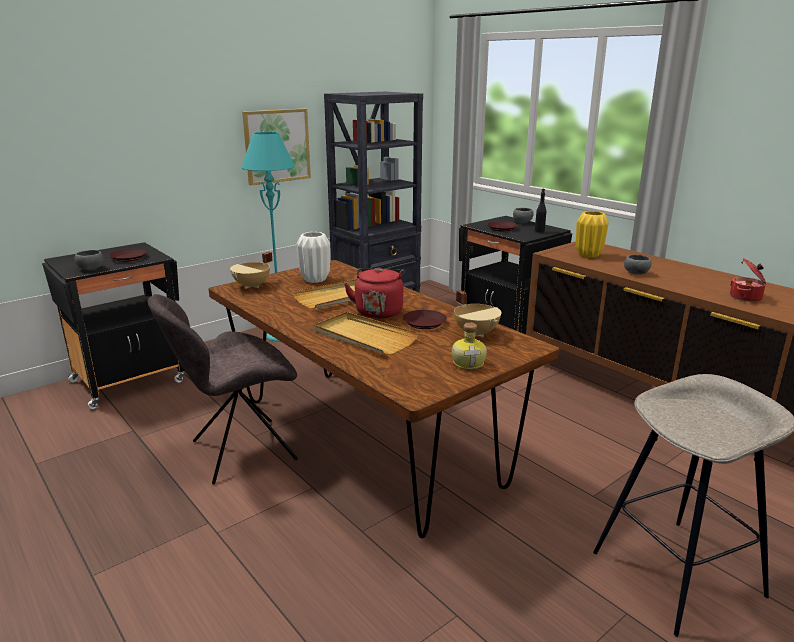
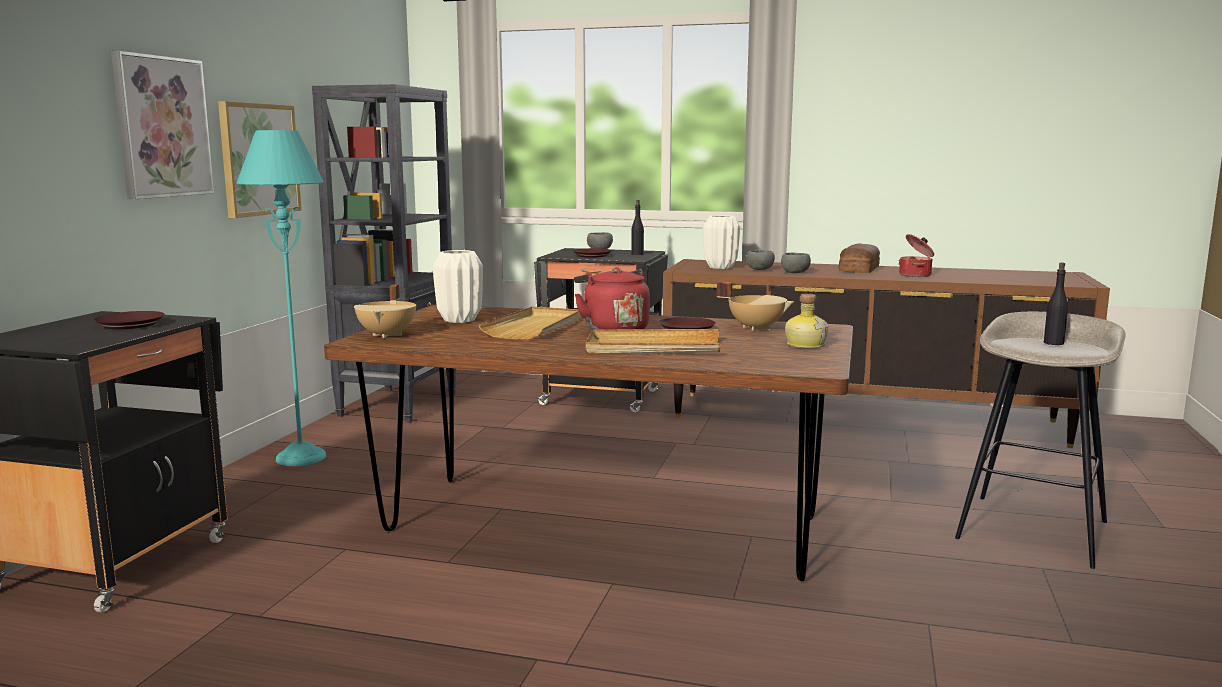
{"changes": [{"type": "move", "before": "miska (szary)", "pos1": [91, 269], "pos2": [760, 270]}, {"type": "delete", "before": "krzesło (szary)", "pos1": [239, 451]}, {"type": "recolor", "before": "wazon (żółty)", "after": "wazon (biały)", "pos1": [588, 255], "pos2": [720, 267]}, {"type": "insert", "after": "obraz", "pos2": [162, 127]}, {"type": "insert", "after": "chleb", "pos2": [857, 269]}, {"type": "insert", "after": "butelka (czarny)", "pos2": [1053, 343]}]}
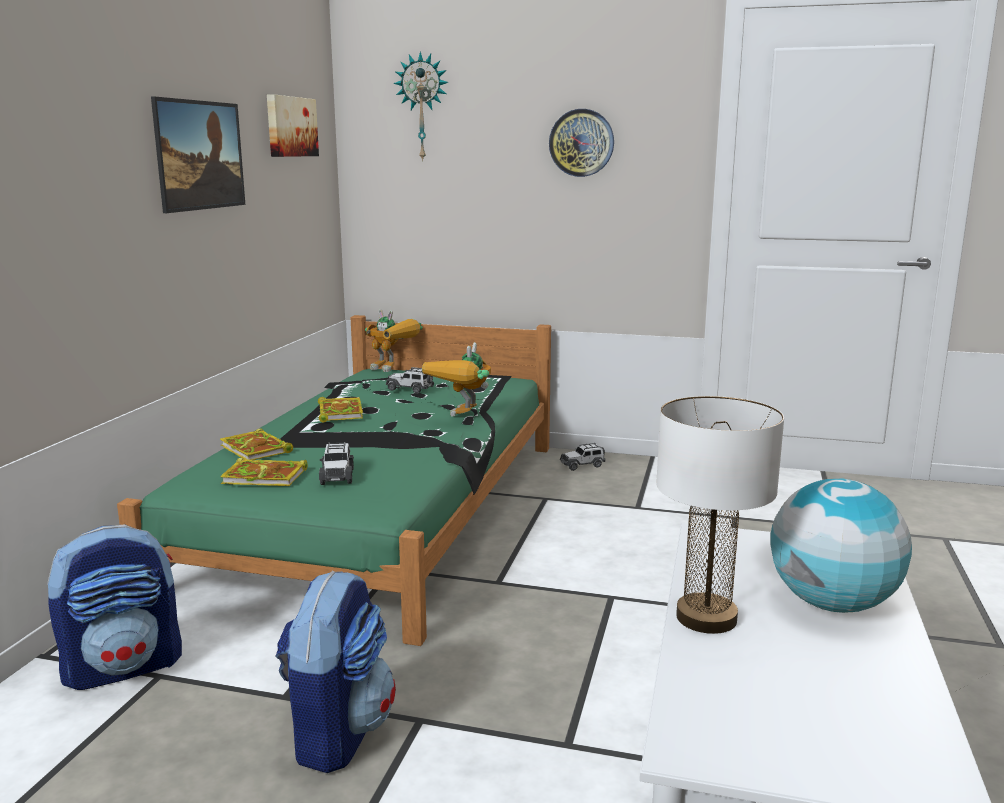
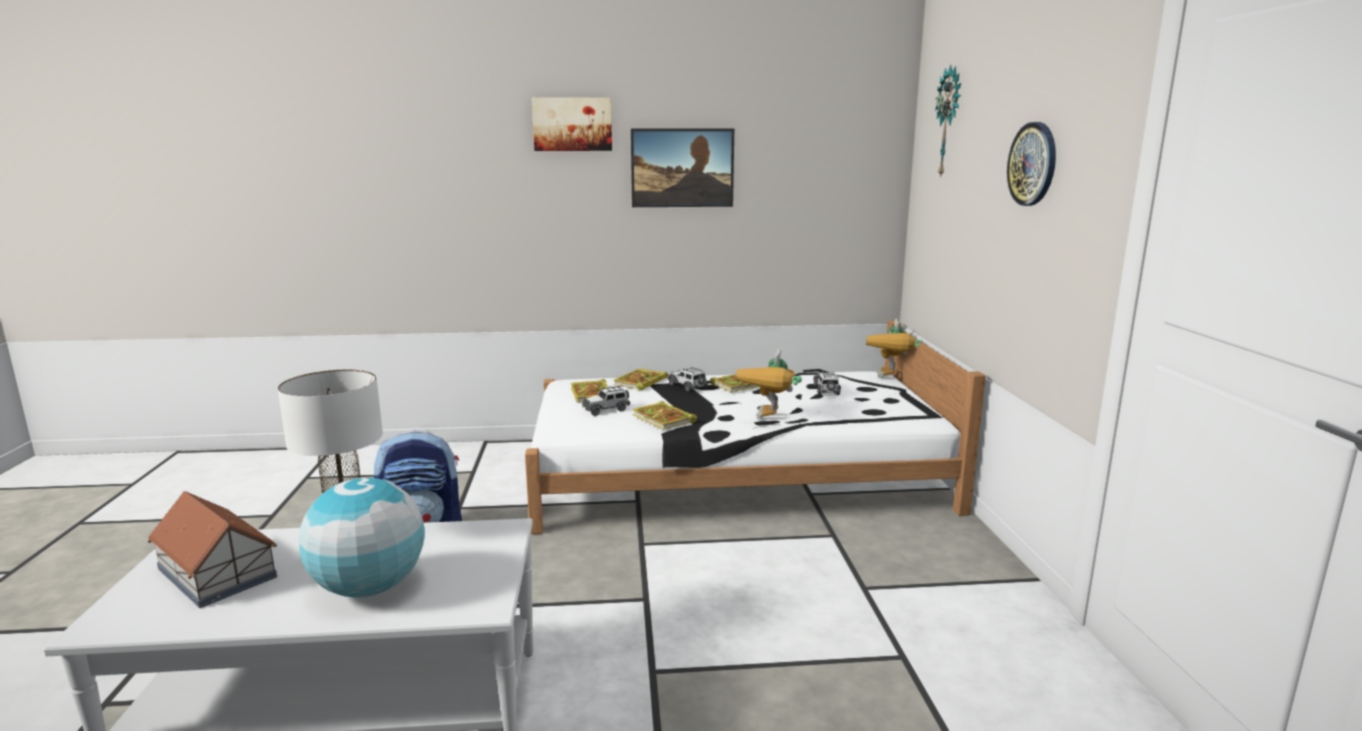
{"changes": [{"type": "delete", "before": "plecak", "pos1": [124, 667]}, {"type": "recolor", "before": "łóżko (zielony)", "after": "łóżko (biały)", "pos1": [382, 510], "pos2": [736, 475]}, {"type": "move", "before": "obraz", "pos1": [290, 127], "pos2": [572, 124]}, {"type": "rotate", "before": "robot zabawkowy", "pos1": [464, 417], "pos2": [771, 419], "turn": -75}, {"type": "move", "before": "samochodzik", "pos1": [582, 465], "pos2": [688, 386]}, {"type": "insert", "after": "domek", "pos2": [217, 572]}, {"type": "insert", "after": "książka", "pos2": [664, 419]}]}
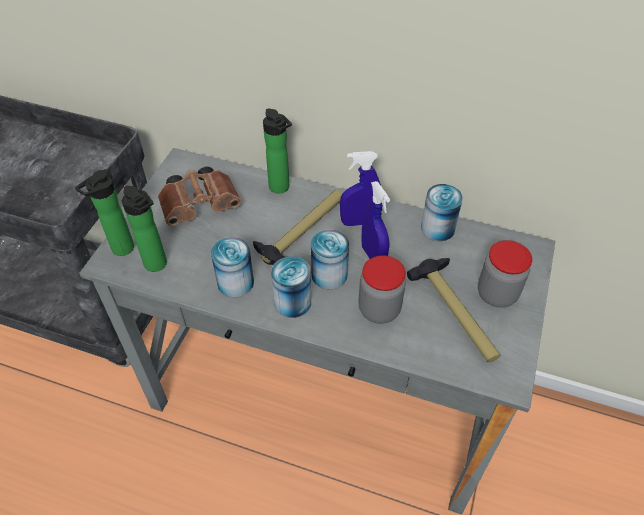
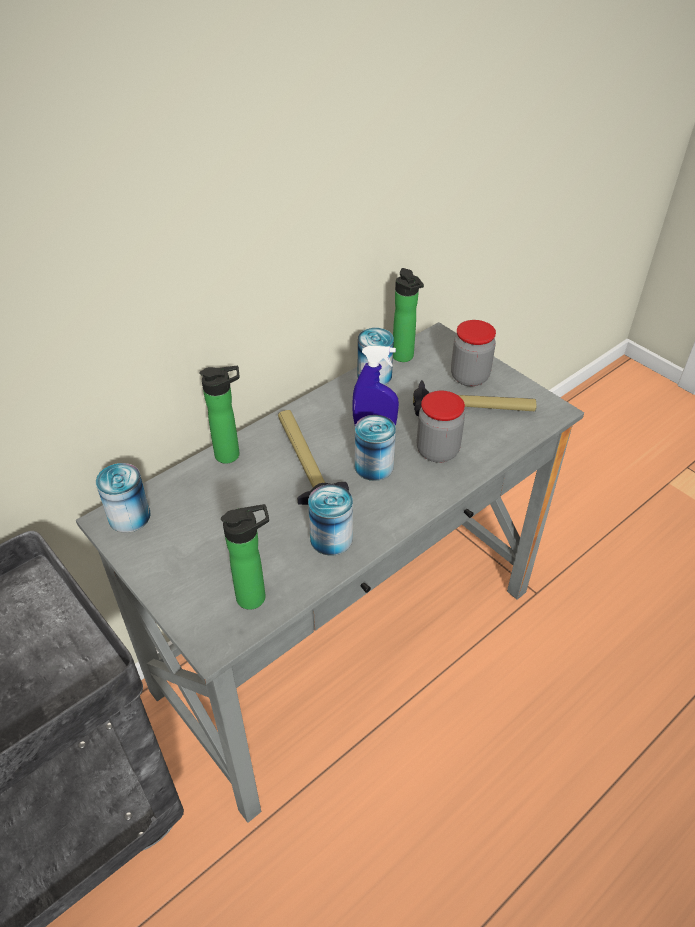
{"changes": [{"type": "move", "before": "butelka", "pos1": [120, 250], "pos2": [404, 358]}, {"type": "delete", "before": "lornetka (brązowy)", "pos1": [202, 205]}, {"type": "move", "before": "puszka", "pos1": [292, 302], "pos2": [129, 516]}, {"type": "delete", "before": "spryskiwacz (niebieski)", "pos1": [359, 222]}]}
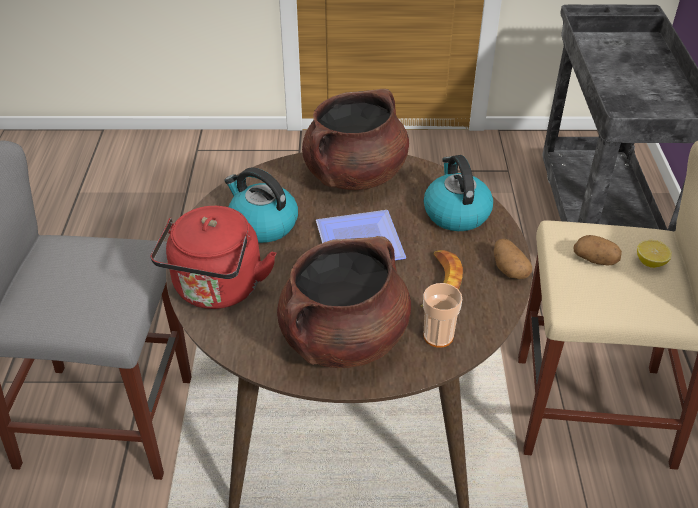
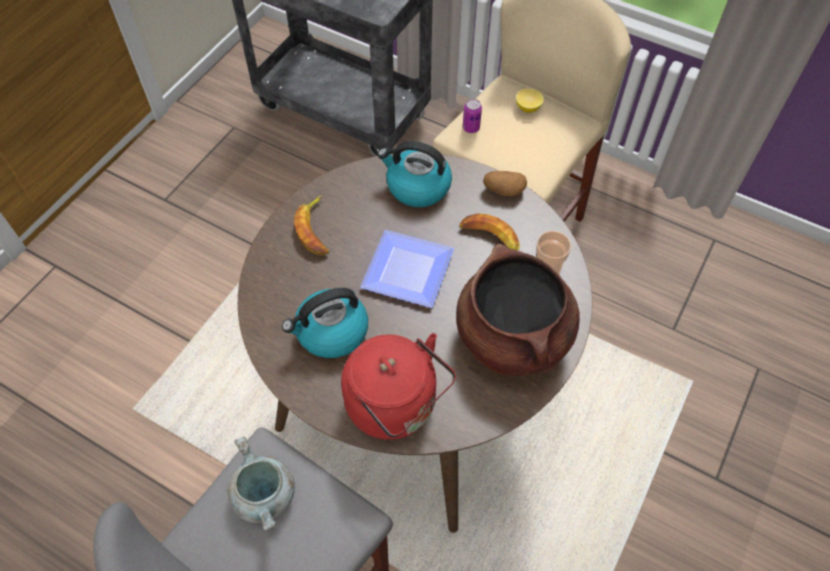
{"changes": [{"type": "replace", "before": "garnek (brązowy)", "after": "banan", "pos1": [355, 175], "pos2": [315, 230]}, {"type": "delete", "before": "ziemniak", "pos1": [595, 260]}, {"type": "insert", "after": "garnek (szary)", "pos2": [266, 496]}, {"type": "insert", "after": "puszka", "pos2": [471, 128]}]}
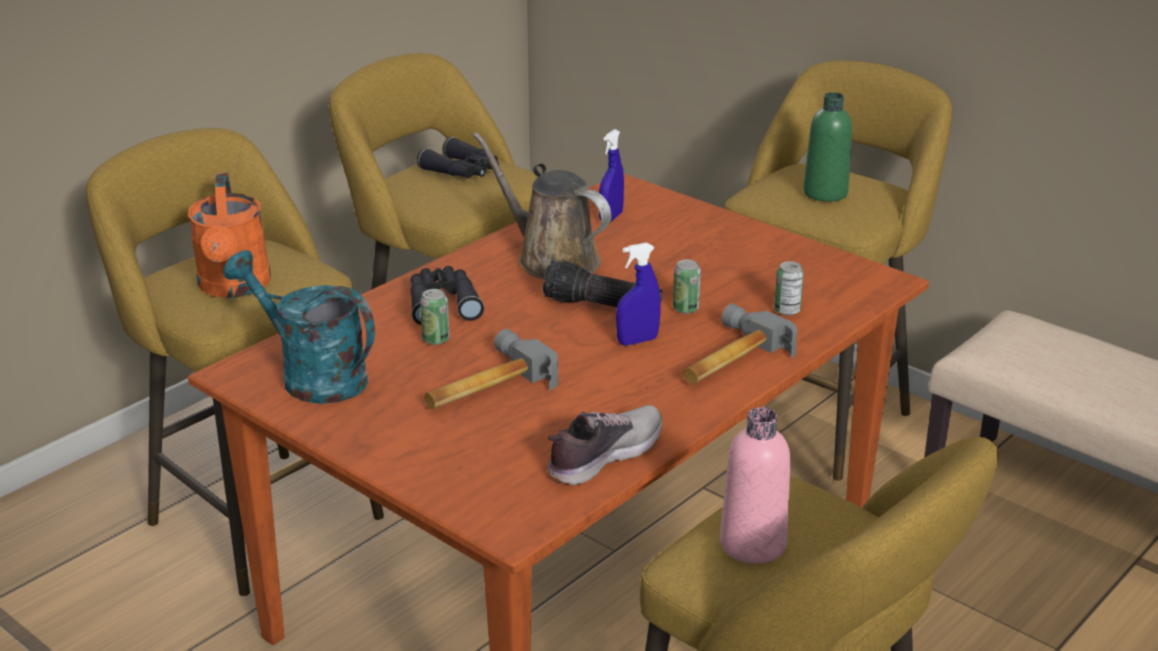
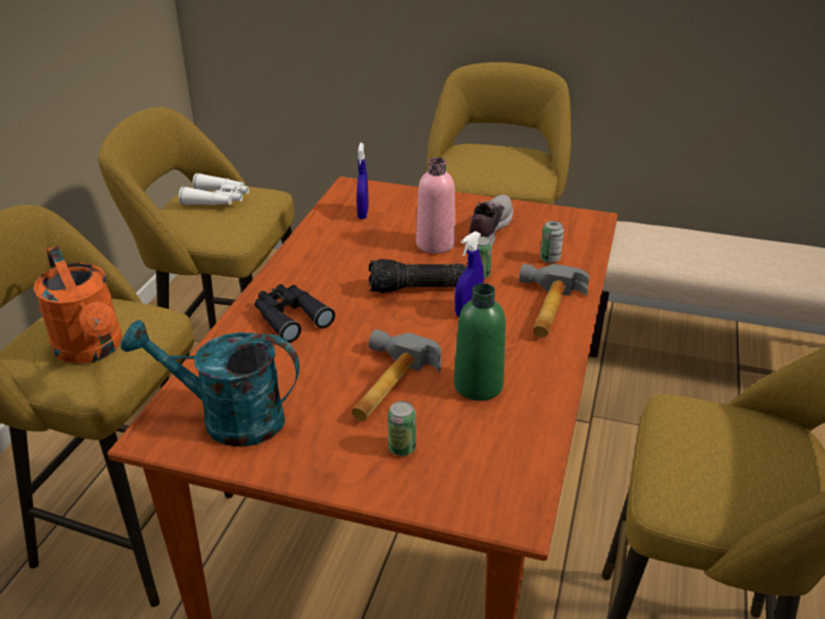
{"changes": [{"type": "recolor", "before": "lornetka (czarny)", "after": "lornetka (biały)", "pos1": [463, 171], "pos2": [218, 199]}, {"type": "move", "before": "puszka", "pos1": [436, 339], "pos2": [402, 448]}, {"type": "delete", "before": "konewka (brązowy)", "pos1": [552, 259]}, {"type": "move", "before": "but", "pos1": [602, 456], "pos2": [488, 229]}, {"type": "move", "before": "butelka (różowy)", "pos1": [753, 544], "pos2": [435, 244]}, {"type": "move", "before": "butelka (zielony)", "pos1": [825, 193], "pos2": [478, 385]}]}
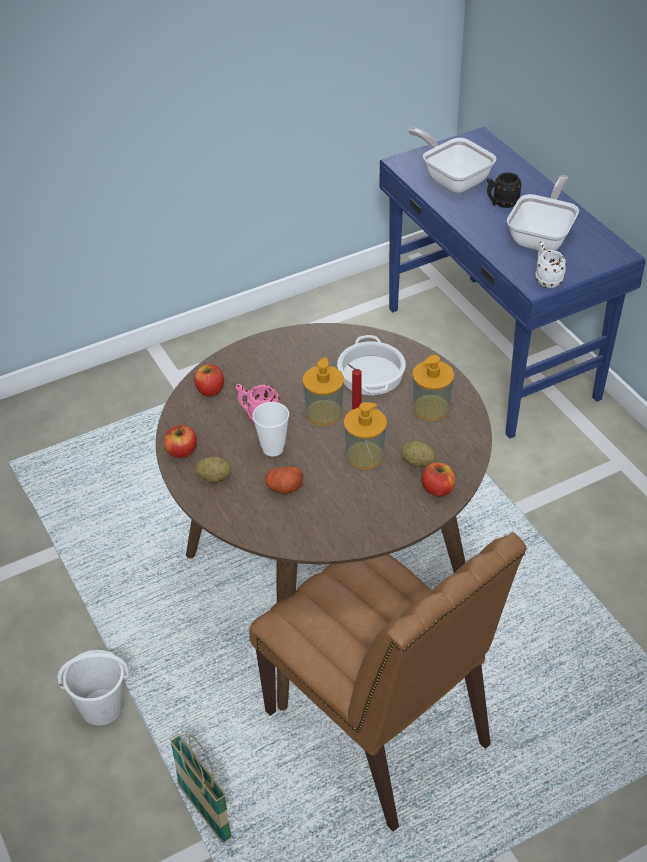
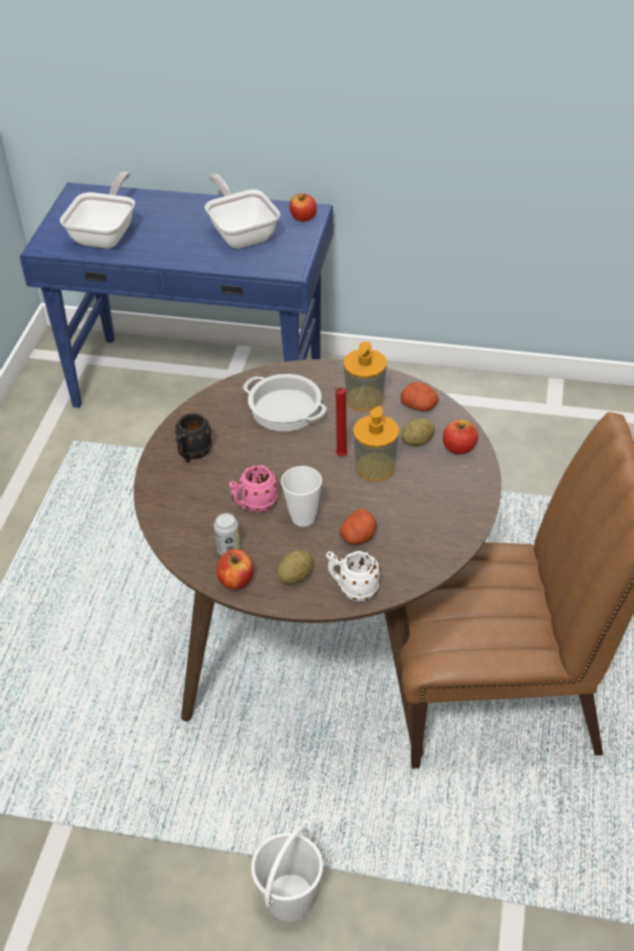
{"changes": [{"type": "delete", "before": "koszyk", "pos1": [205, 812]}, {"type": "move", "before": "jabłko", "pos1": [210, 390], "pos2": [303, 218]}, {"type": "delete", "before": "dozownik mydła", "pos1": [324, 413]}, {"type": "rotate", "before": "patelnia", "pos1": [452, 179], "pos2": [106, 234], "turn": 105}, {"type": "move", "before": "kubek (czarny)", "pos1": [501, 203], "pos2": [192, 454]}, {"type": "move", "before": "kubek (biały)", "pos1": [546, 279], "pos2": [352, 589]}, {"type": "insert", "after": "puszka", "pos2": [228, 550]}, {"type": "insert", "after": "ziemniak", "pos2": [420, 406]}]}
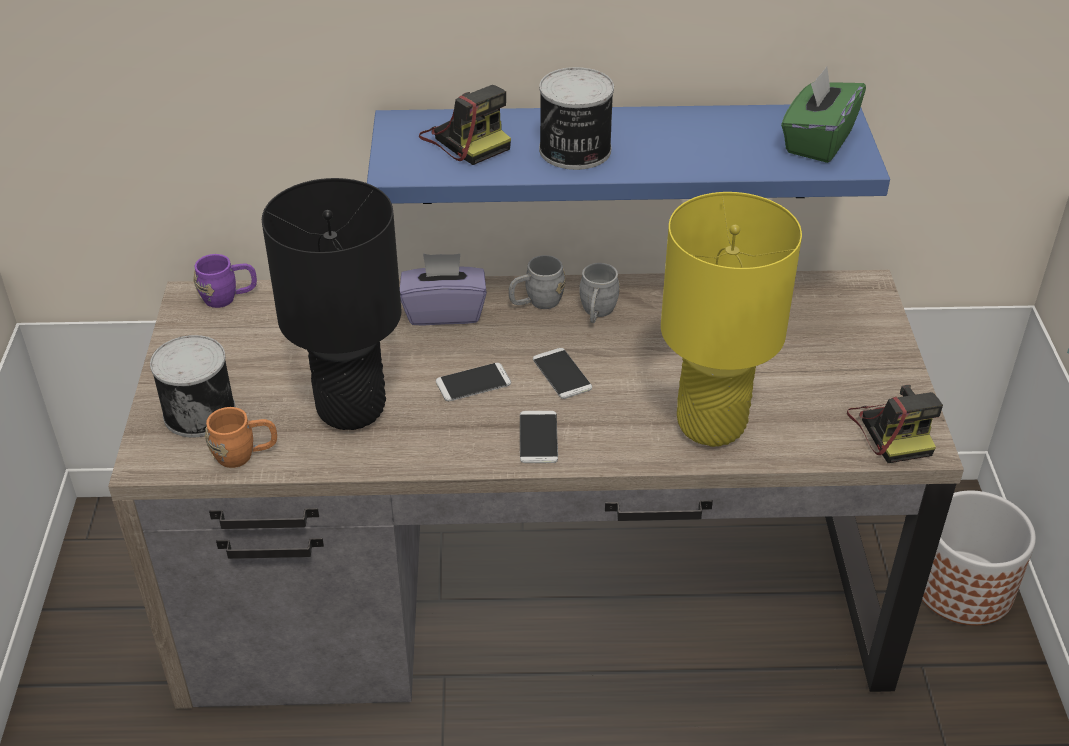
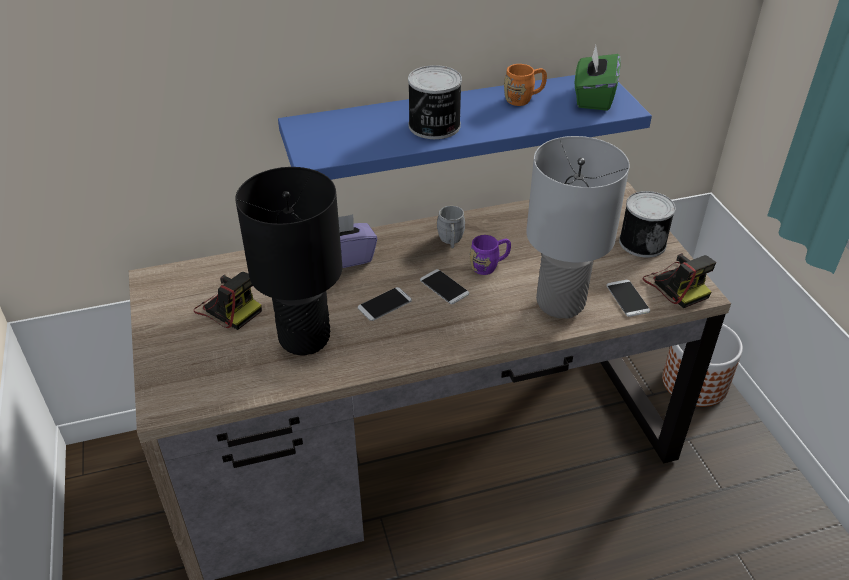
{"changes": [{"type": "move", "before": "puszka", "pos1": [200, 411], "pos2": [642, 242]}, {"type": "move", "before": "kubek (fioletowy)", "pos1": [228, 297], "pos2": [489, 266]}, {"type": "move", "before": "kubek (pomarańczowy)", "pos1": [245, 454], "pos2": [524, 99]}, {"type": "move", "before": "aparat fotograficzny", "pos1": [466, 139], "pos2": [228, 308]}, {"type": "delete", "before": "kubek (szary)", "pos1": [536, 302]}, {"type": "move", "before": "telefon", "pos1": [538, 437], "pos2": [627, 298]}, {"type": "recolor", "before": "lampa stołowa (żółty)", "after": "lampa stołowa (szary)", "pos1": [709, 429], "pos2": [559, 307]}]}
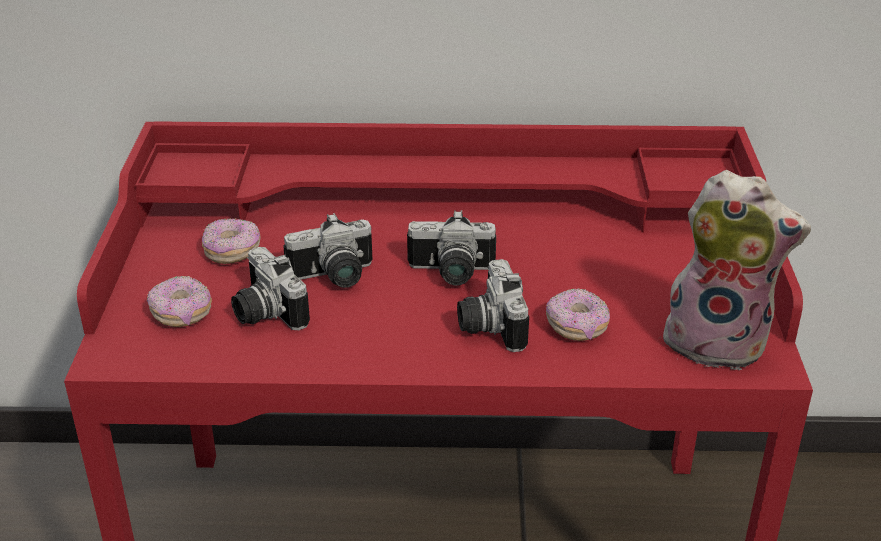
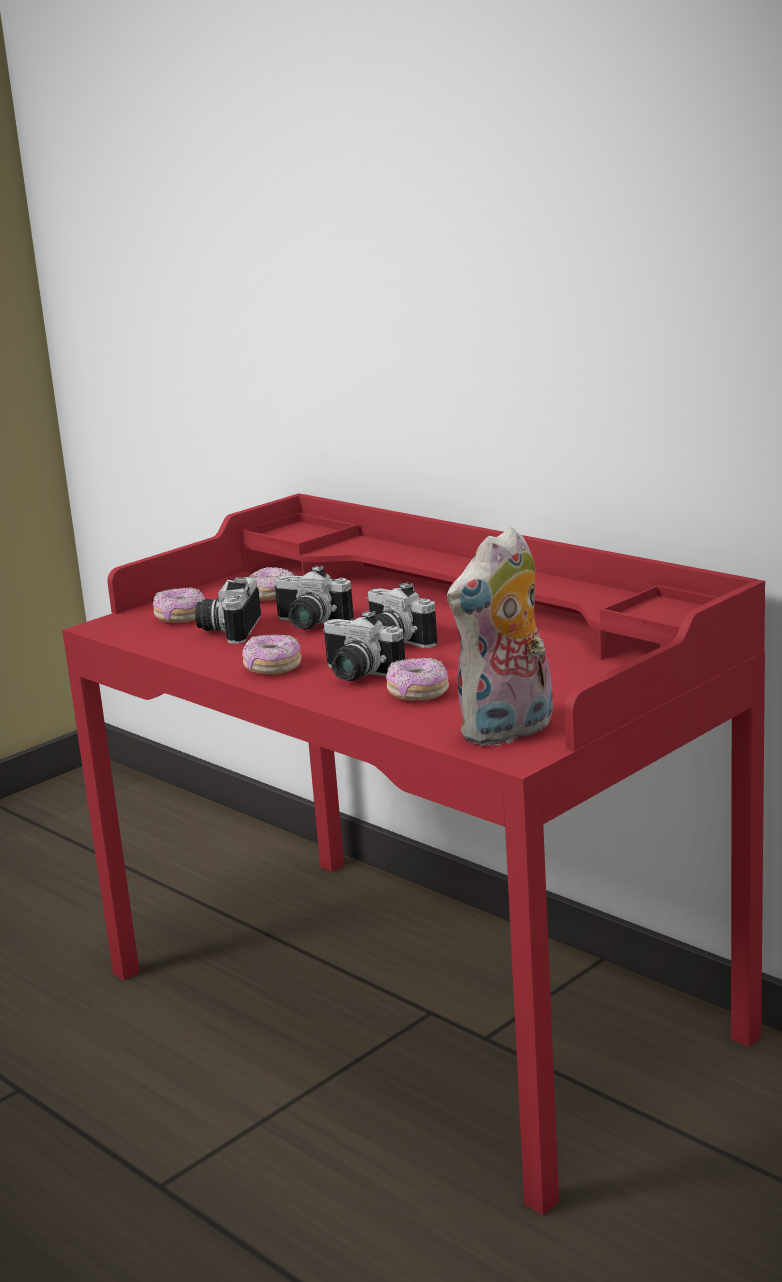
{"changes": [{"type": "rotate", "before": "aparat fotograficzny", "pos1": [488, 326], "pos2": [356, 675], "turn": -90}, {"type": "rotate", "before": "pluszak", "pos1": [718, 342], "pos2": [508, 732], "turn": 75}, {"type": "insert", "after": "donut", "pos2": [272, 668]}]}
